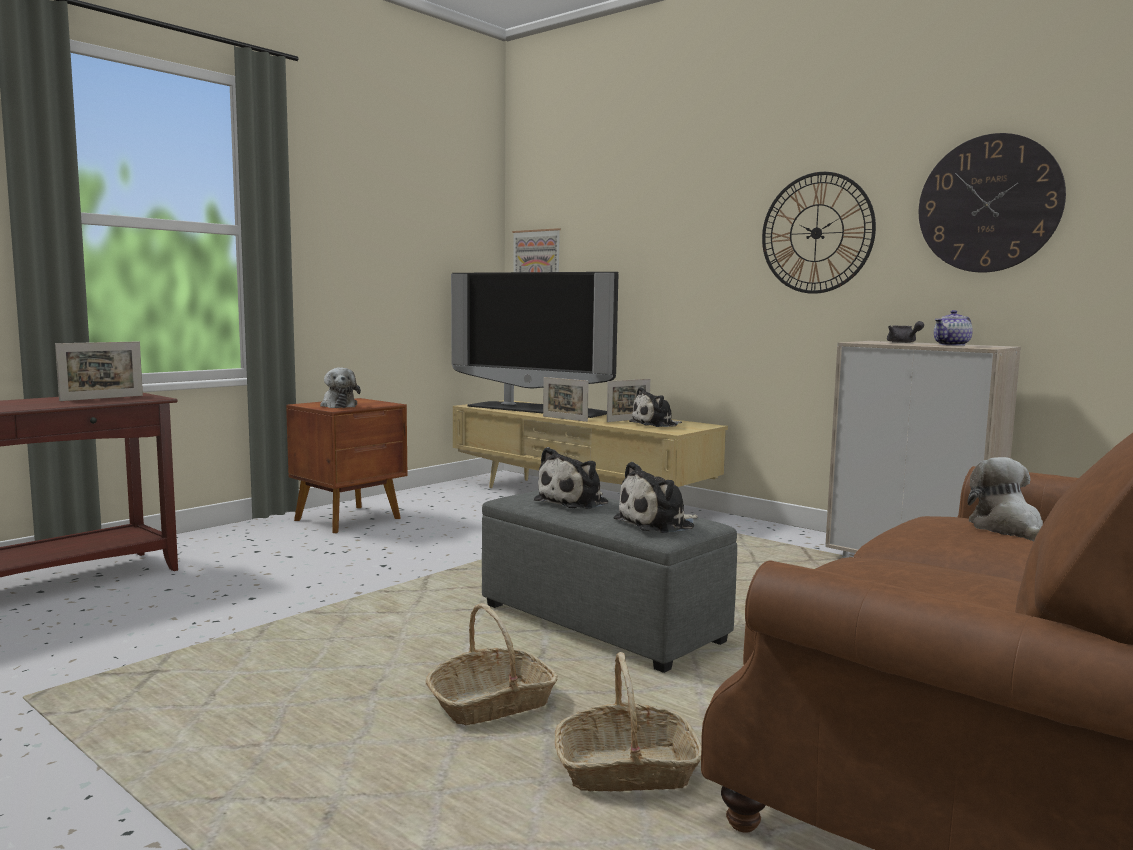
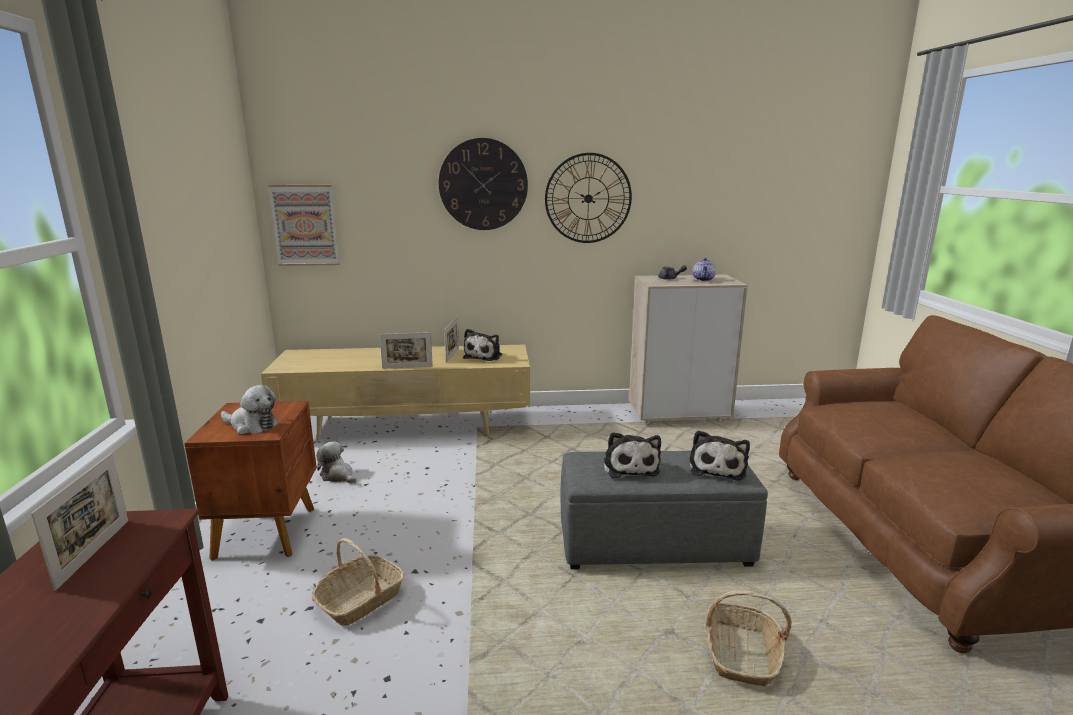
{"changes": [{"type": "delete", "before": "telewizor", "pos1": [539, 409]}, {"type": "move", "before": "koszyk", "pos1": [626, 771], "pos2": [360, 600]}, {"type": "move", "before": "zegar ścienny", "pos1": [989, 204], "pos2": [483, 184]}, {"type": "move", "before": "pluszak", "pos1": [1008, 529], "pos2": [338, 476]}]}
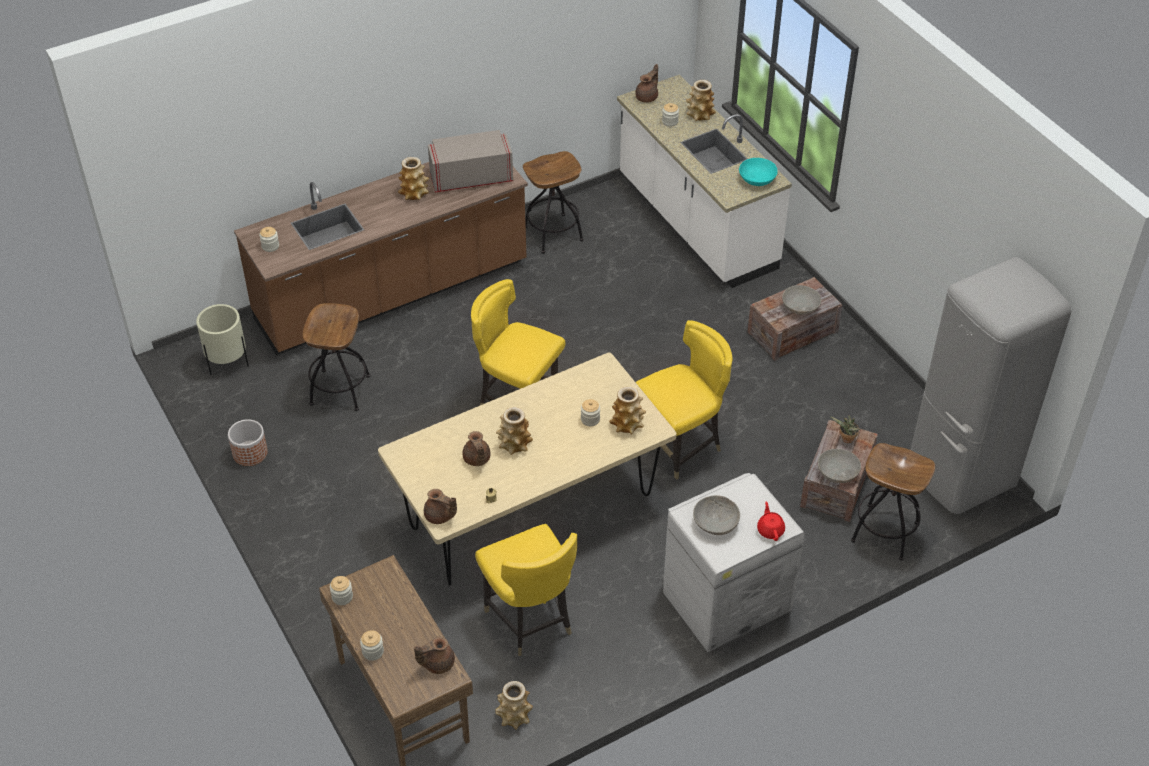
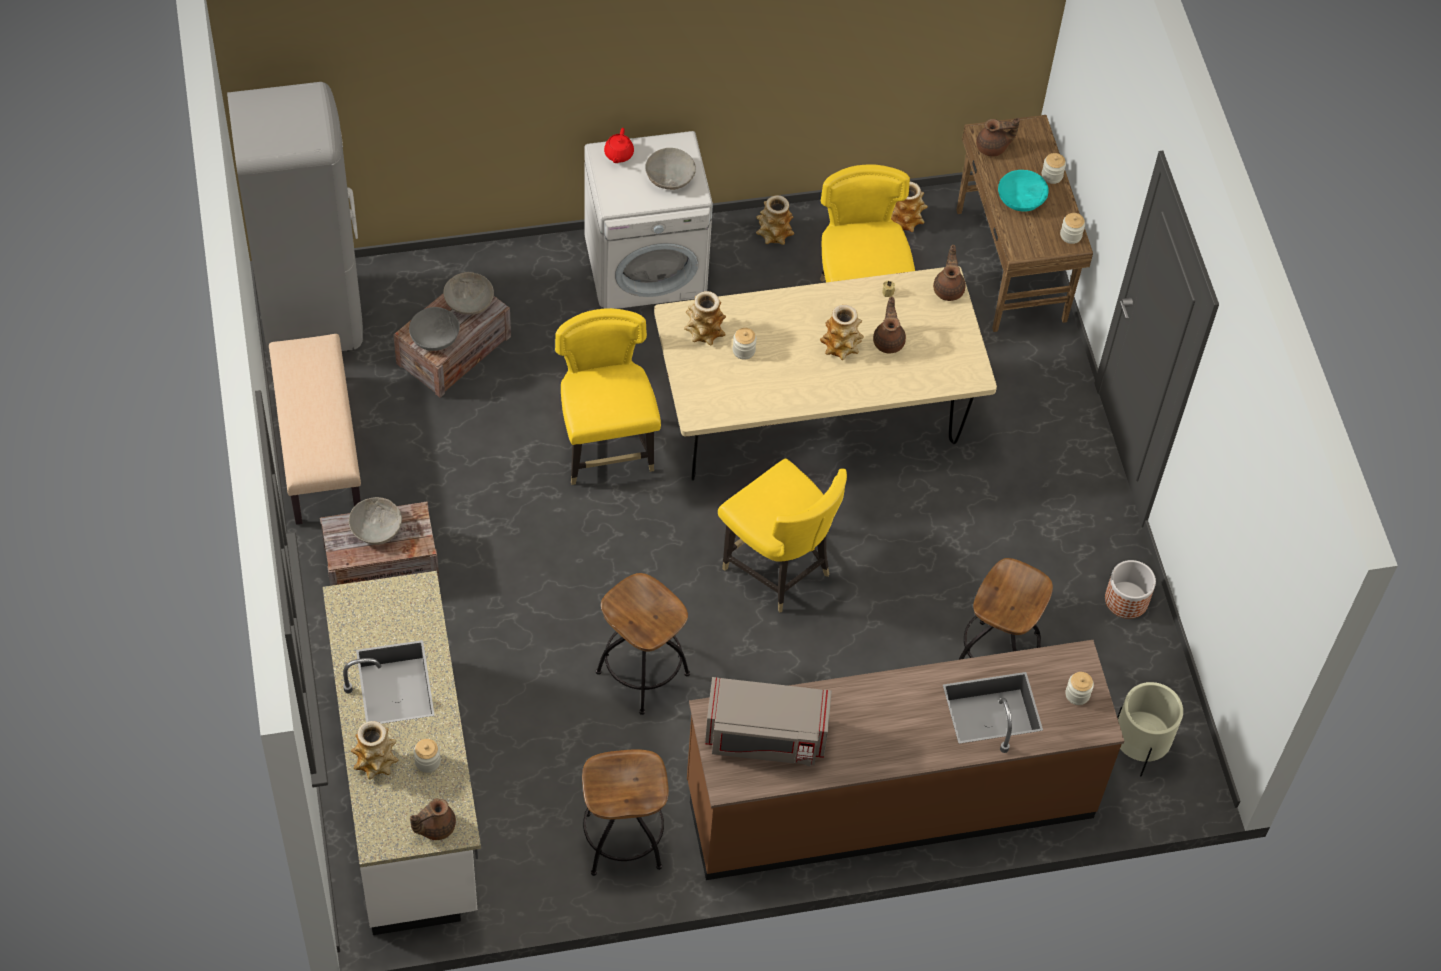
{"changes": [{"type": "move", "before": "wazon", "pos1": [414, 193], "pos2": [774, 233]}, {"type": "rotate", "before": "imbryk (brązowy)", "pos1": [440, 516], "pos2": [949, 289], "turn": 45}, {"type": "rotate", "before": "krzesło (żółty)", "pos1": [680, 446], "pos2": [606, 449], "turn": 90}, {"type": "move", "before": "miska (turkusowy)", "pos1": [757, 179], "pos2": [1021, 198]}, {"type": "replace", "before": "roślina doniczkowa", "after": "miska (szary)", "pos1": [846, 439], "pos2": [434, 336]}, {"type": "move", "before": "stołek (brązowy)", "pos1": [884, 531], "pos2": [643, 673]}, {"type": "insert", "after": "ławka (beżowy)", "pos2": [318, 449]}]}
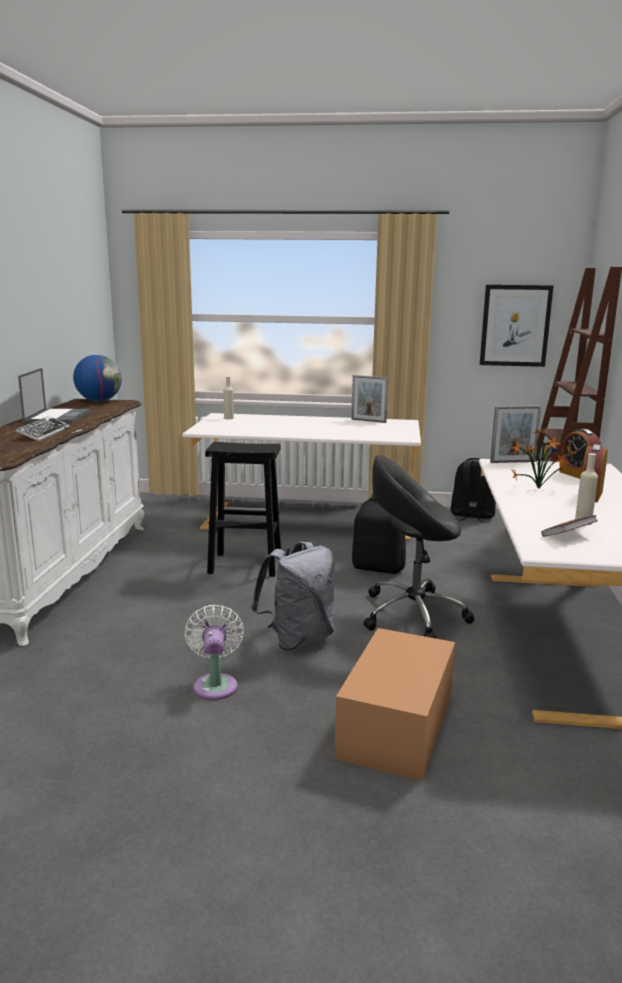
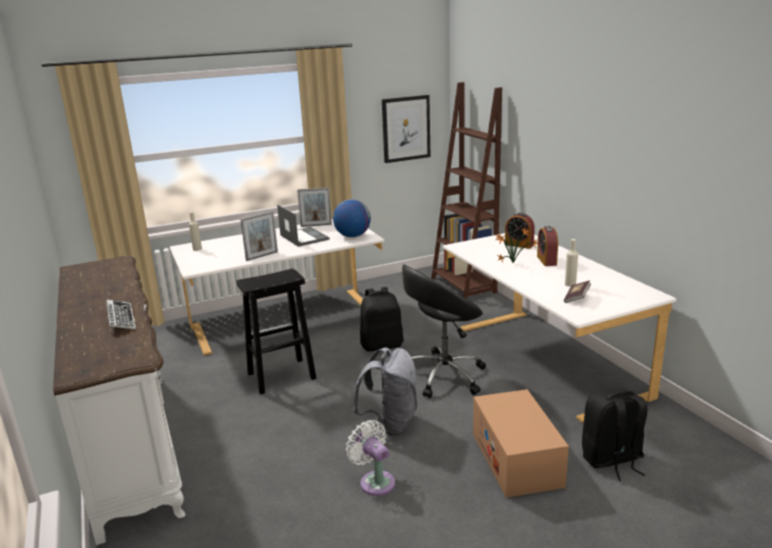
{"changes": [{"type": "move", "before": "laptop", "pos1": [58, 417], "pos2": [303, 237]}, {"type": "move", "before": "globus", "pos1": [99, 401], "pos2": [352, 236]}, {"type": "move", "before": "plecak (czarny)", "pos1": [471, 516], "pos2": [612, 460]}, {"type": "move", "before": "ramka na zdjęcie", "pos1": [512, 462], "pos2": [262, 256]}]}
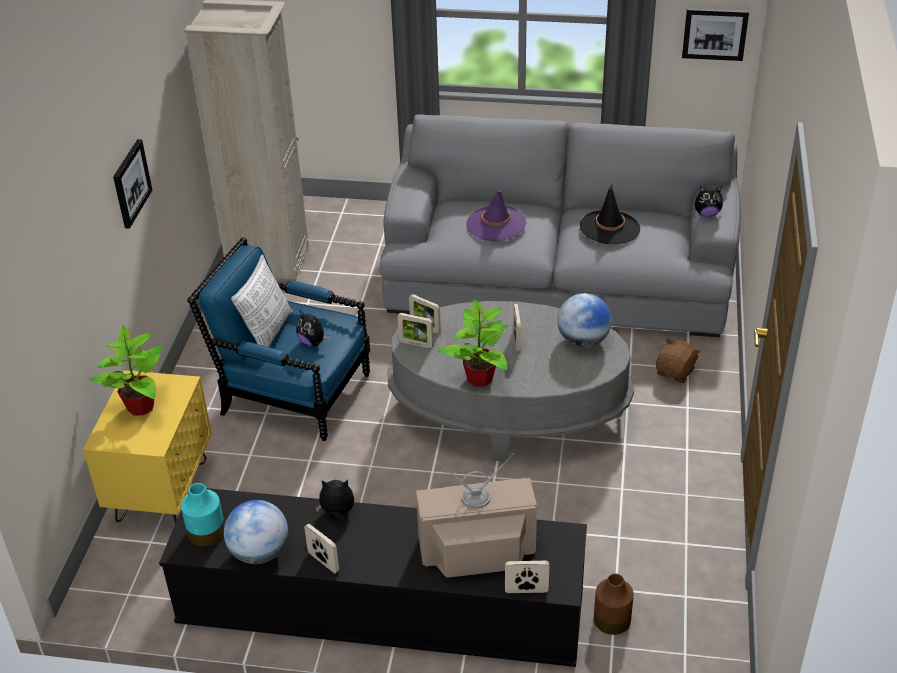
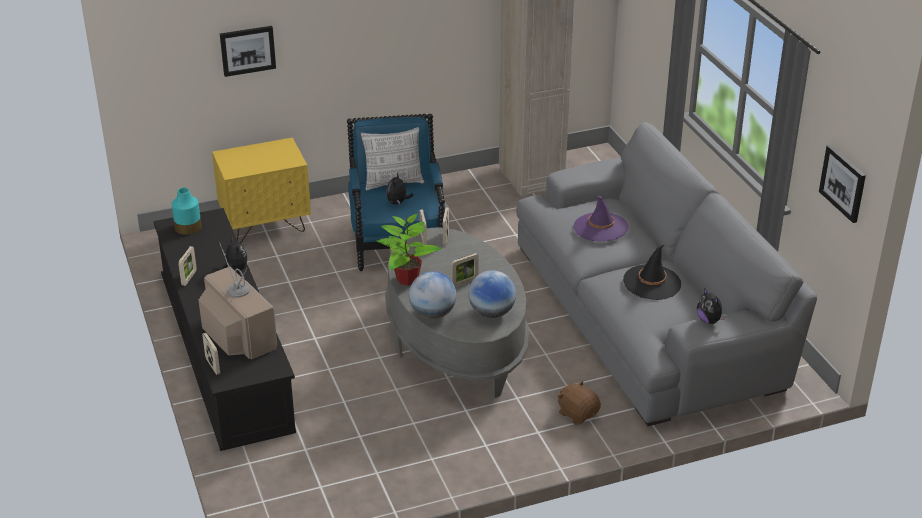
{"changes": [{"type": "delete", "before": "roślina doniczkowa", "pos1": [140, 407]}, {"type": "move", "before": "obraz", "pos1": [131, 183], "pos2": [247, 50]}, {"type": "move", "before": "globus", "pos1": [260, 552], "pos2": [432, 314]}, {"type": "delete", "before": "wazon (brązowy)", "pos1": [611, 619]}, {"type": "rotate", "before": "pluszak (brązowy)", "pos1": [675, 372], "pos2": [578, 414], "turn": -135}]}
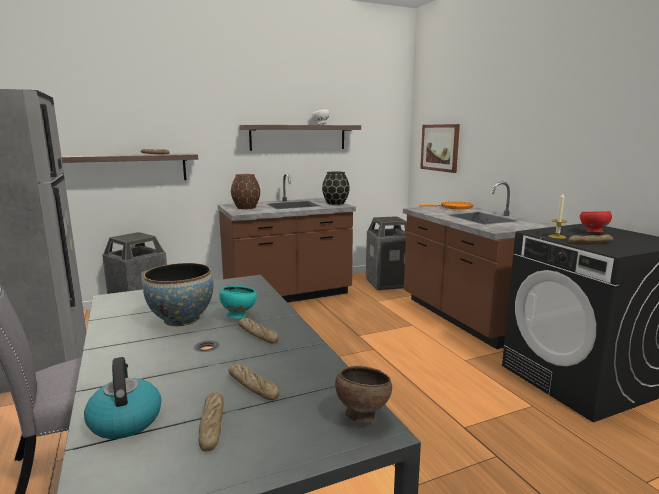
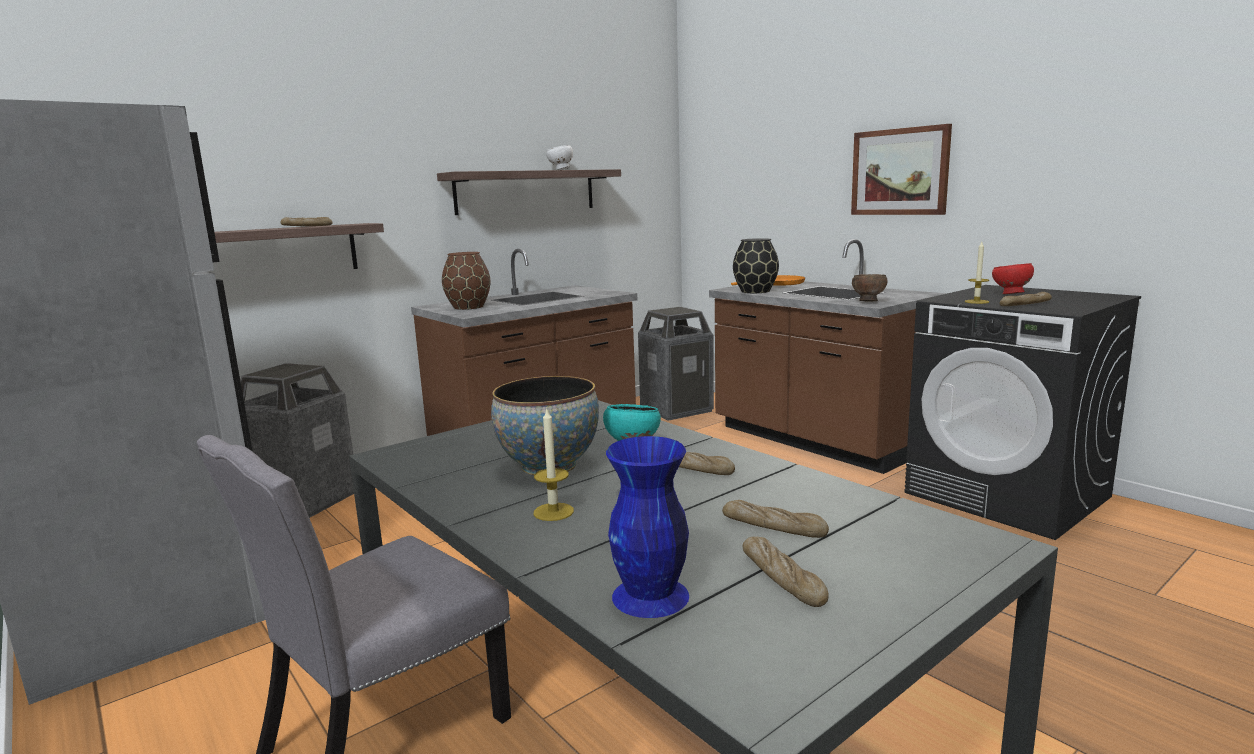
{"changes": [{"type": "replace", "before": "czajnik", "after": "wazon (niebieski)", "pos1": [125, 420], "pos2": [649, 596]}, {"type": "move", "before": "wazon (czarny)", "pos1": [335, 203], "pos2": [755, 291]}, {"type": "move", "before": "miska (brązowy)", "pos1": [361, 416], "pos2": [867, 302]}, {"type": "move", "before": "obraz", "pos1": [440, 147], "pos2": [899, 172]}, {"type": "insert", "after": "świeca", "pos2": [553, 512]}]}
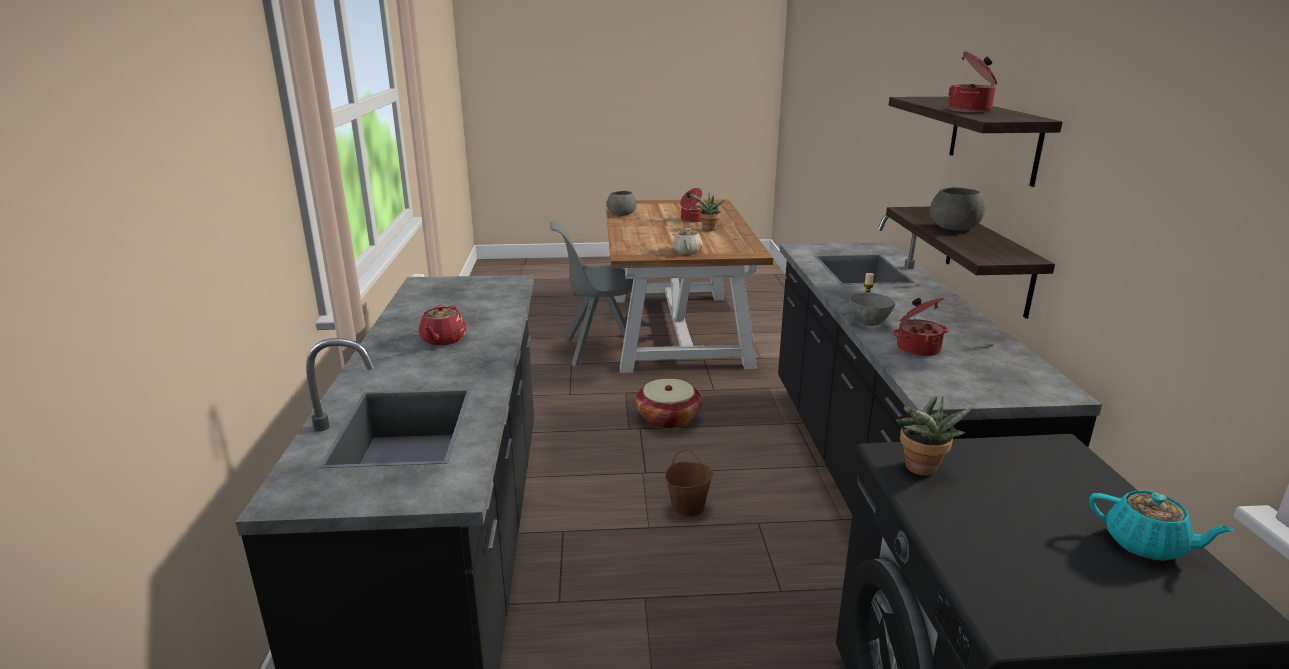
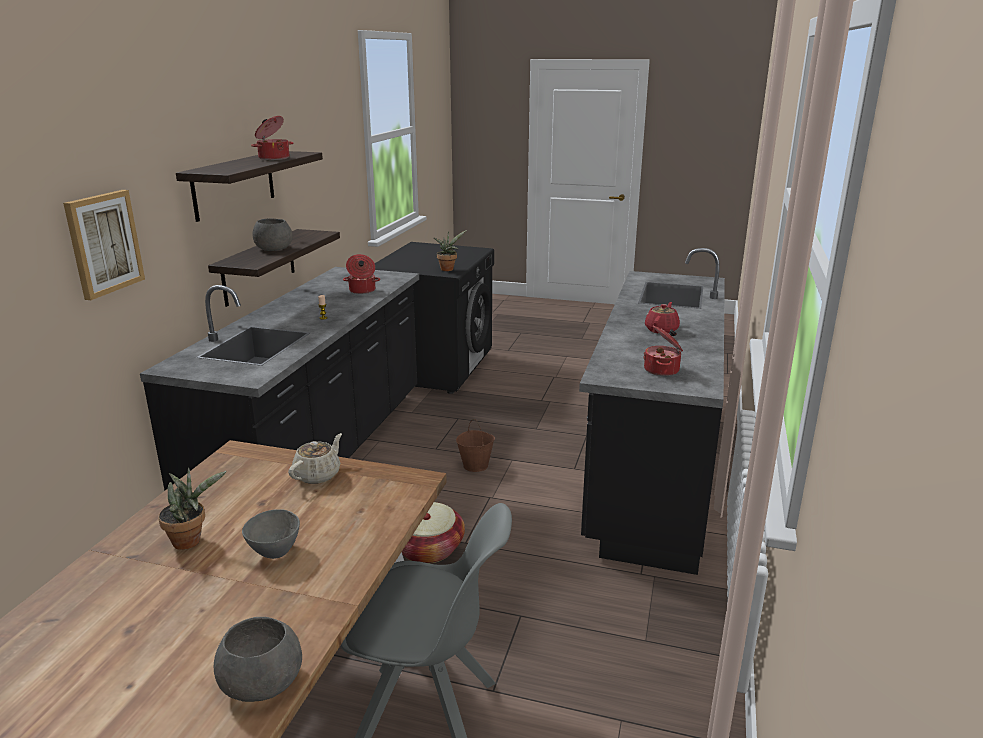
{"changes": [{"type": "move", "before": "garnek", "pos1": [691, 220], "pos2": [662, 370]}, {"type": "move", "before": "miska (szary)", "pos1": [869, 323], "pos2": [274, 552]}, {"type": "delete", "before": "imbryk (turkusowy)", "pos1": [1146, 545]}, {"type": "insert", "after": "obraz", "pos2": [103, 243]}]}
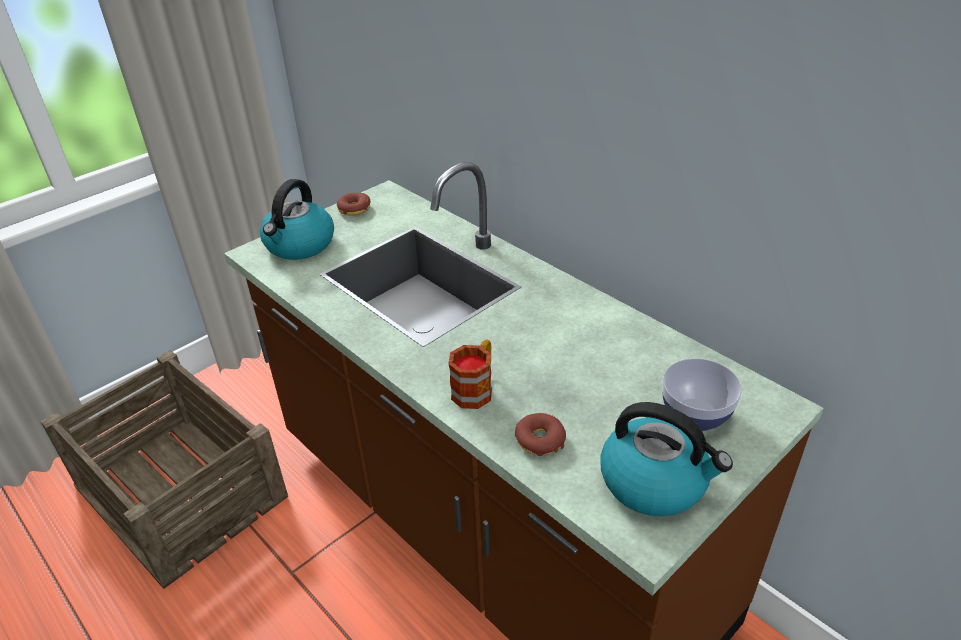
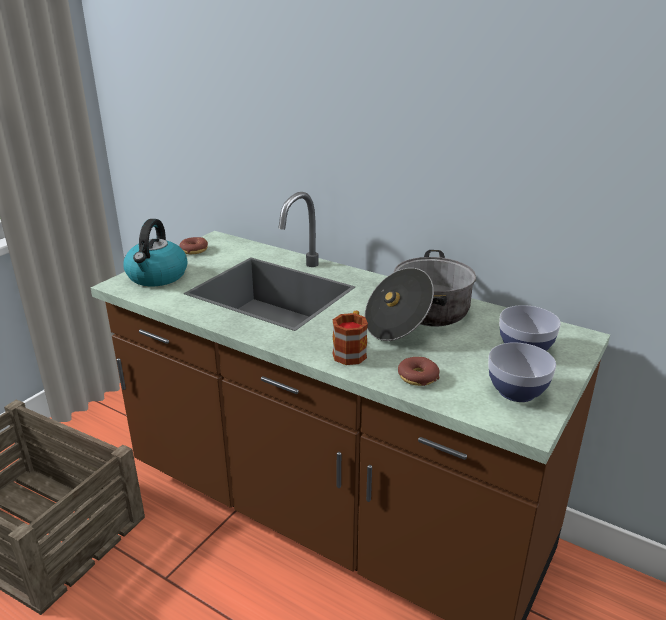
{"changes": [{"type": "replace", "before": "czajnik", "after": "miska", "pos1": [655, 482], "pos2": [516, 391]}, {"type": "insert", "after": "garnek", "pos2": [419, 317]}]}
